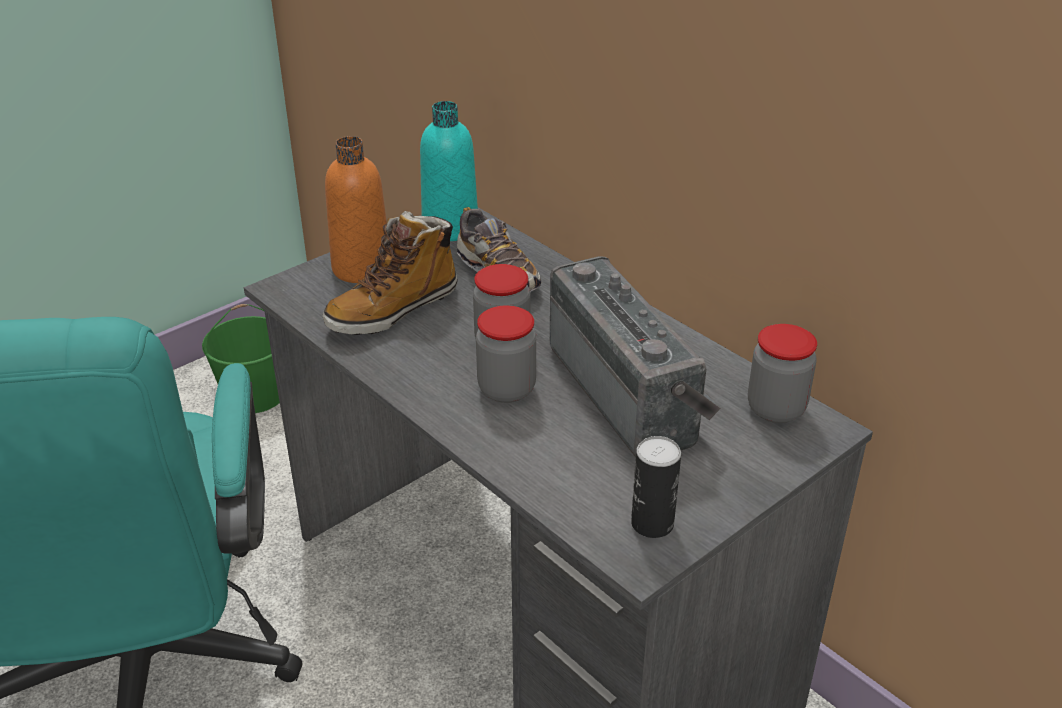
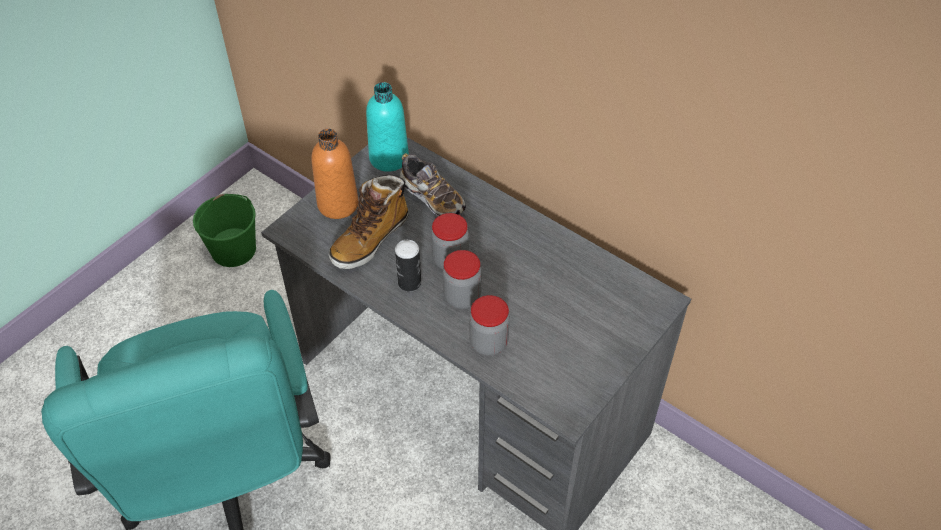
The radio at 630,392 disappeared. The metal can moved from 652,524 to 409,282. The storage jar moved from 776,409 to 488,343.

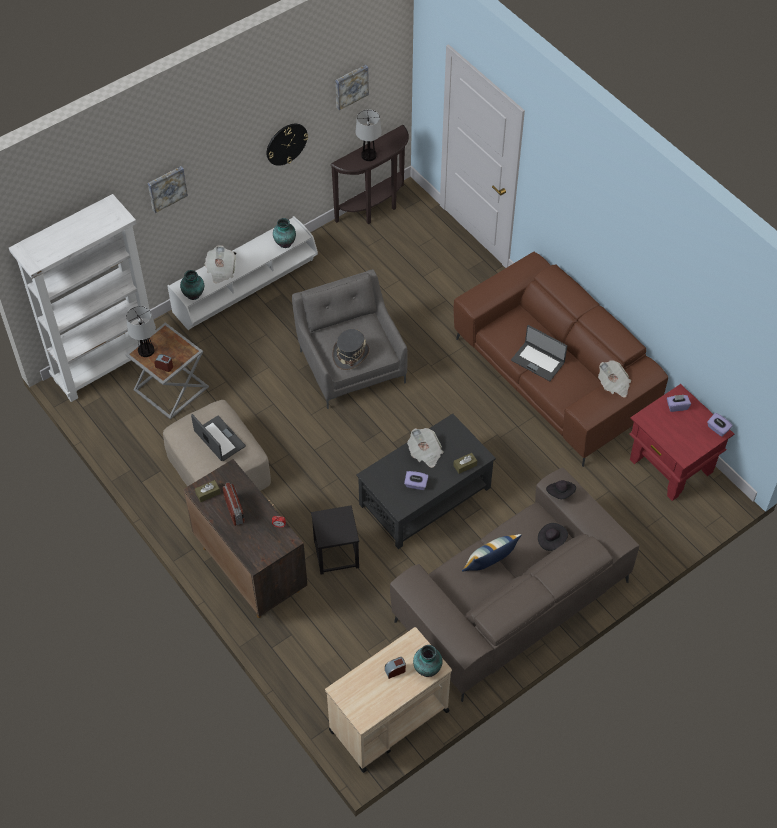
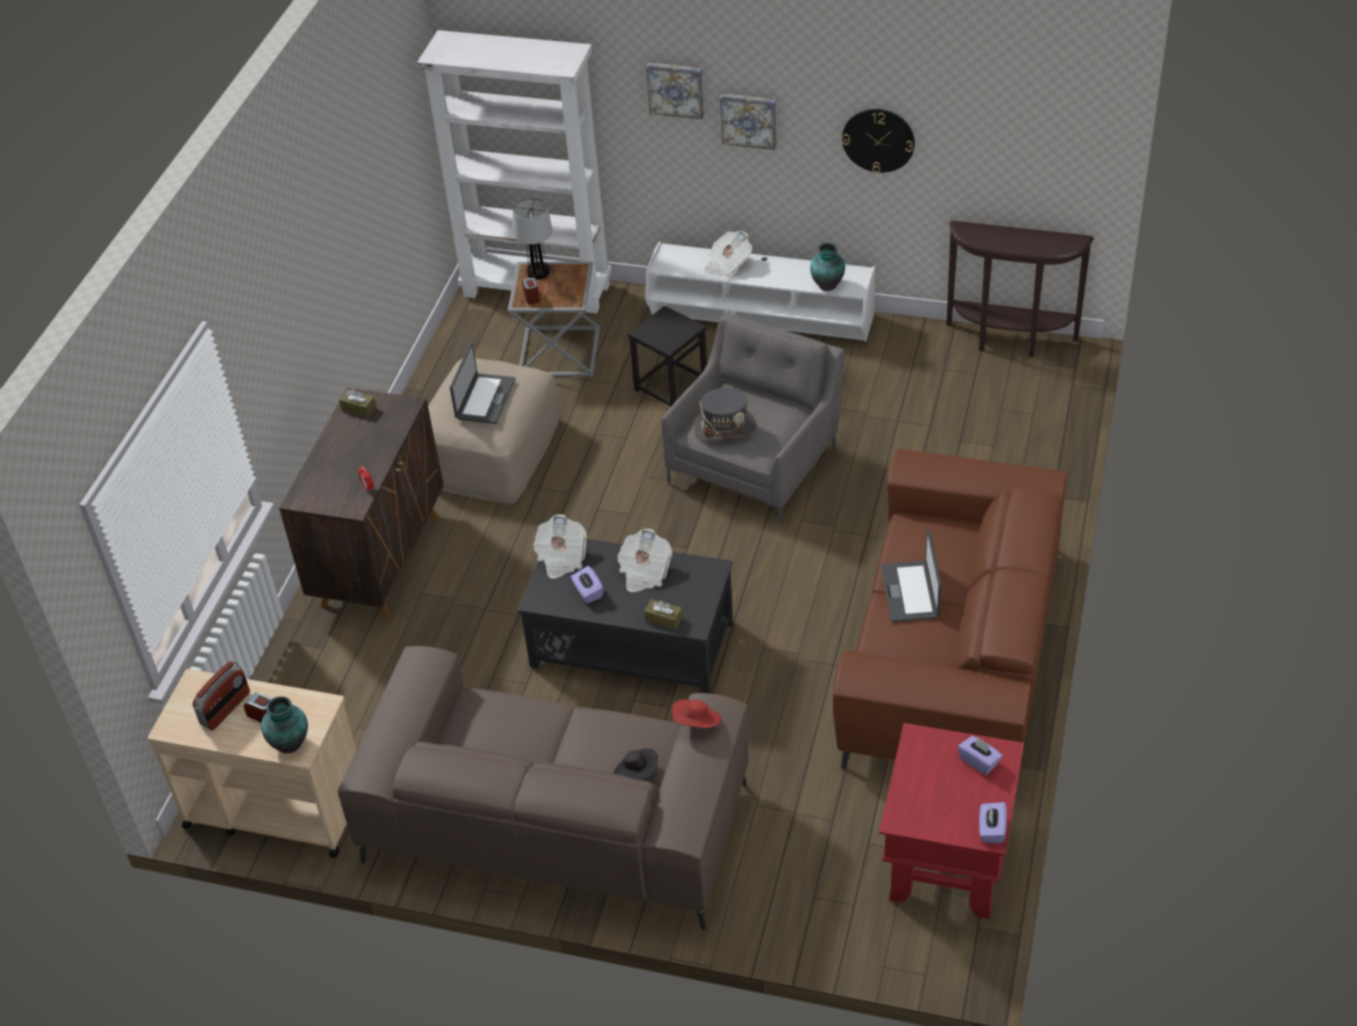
The flower vase at 194,295 disappeared. The lamp for a table at 368,155 disappeared. The throw pillow at 489,565 disappeared. The radio moved from 234,510 to 226,709. The black stool seat moved from 336,554 to 670,386. The picture moved from 350,86 to 749,120. The newspaper moved from 613,385 to 561,558. The black wearable hat at 560,493 became the red-coloured wearable hat at 697,723.

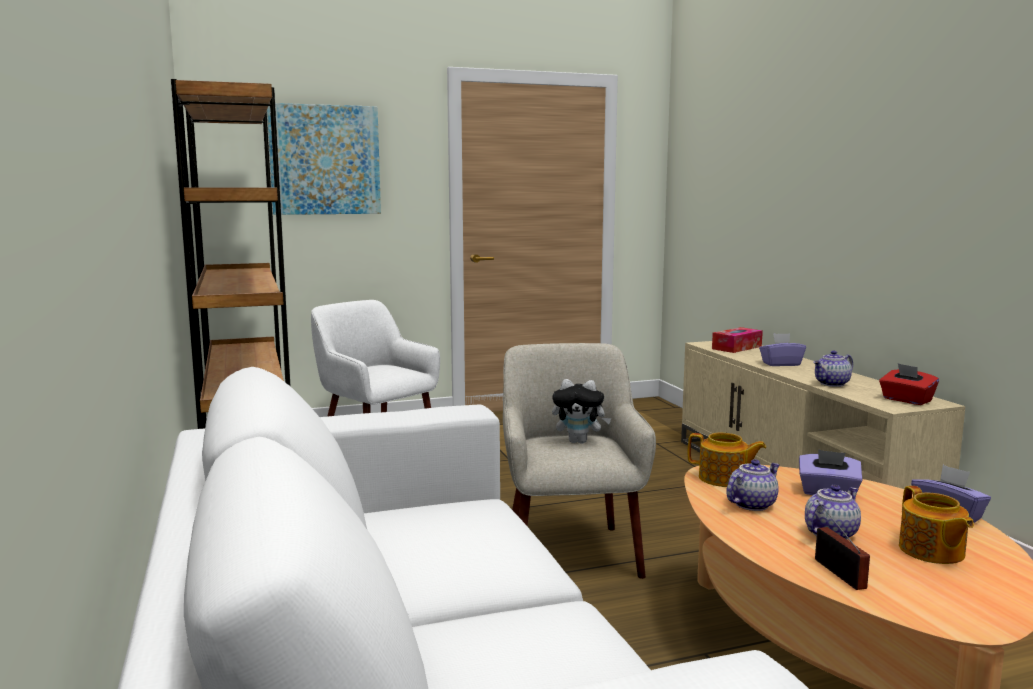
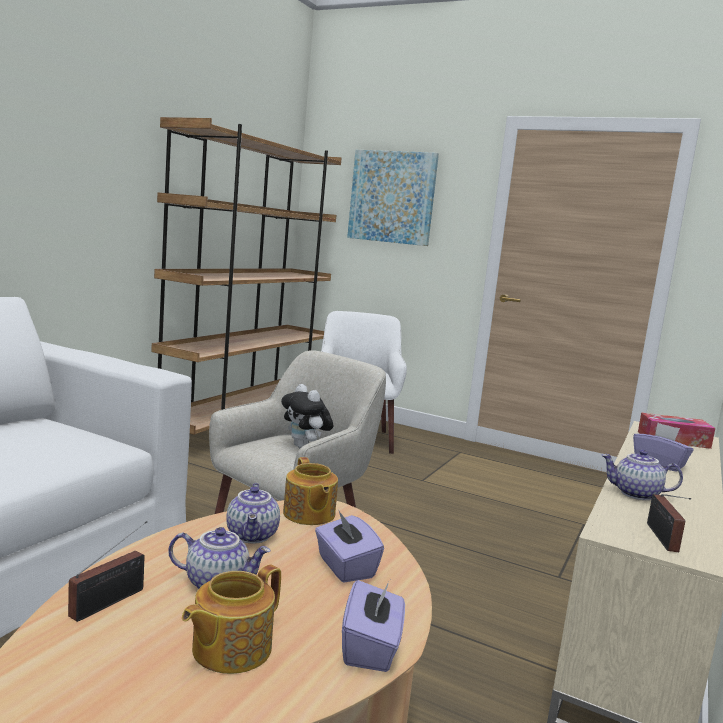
The red-coloured tissue box at 906,400 was replaced by the radio at 662,539. The tea pot at 751,504 turned 75 degrees clockwise.

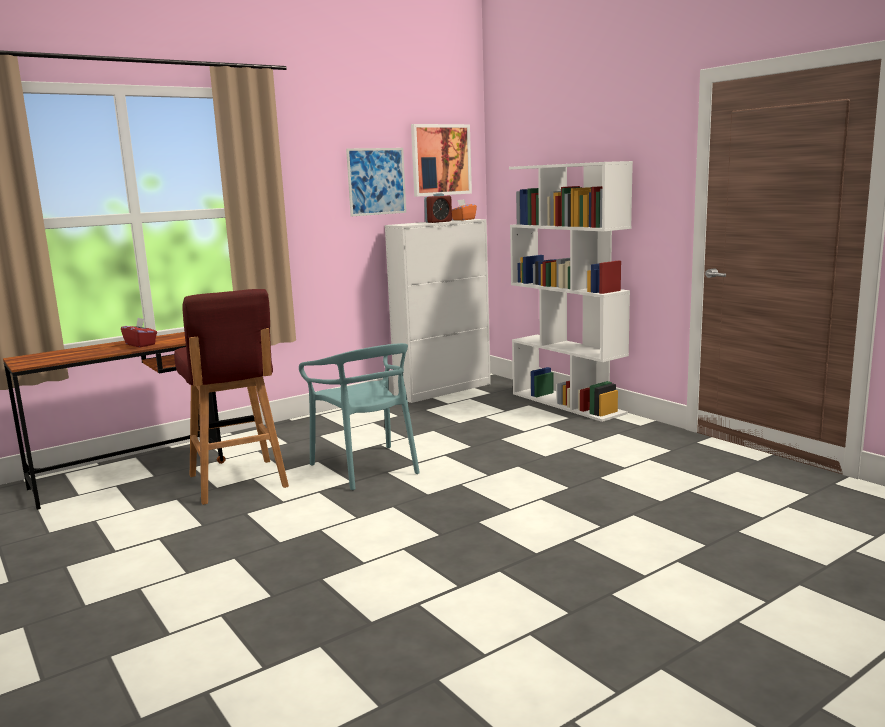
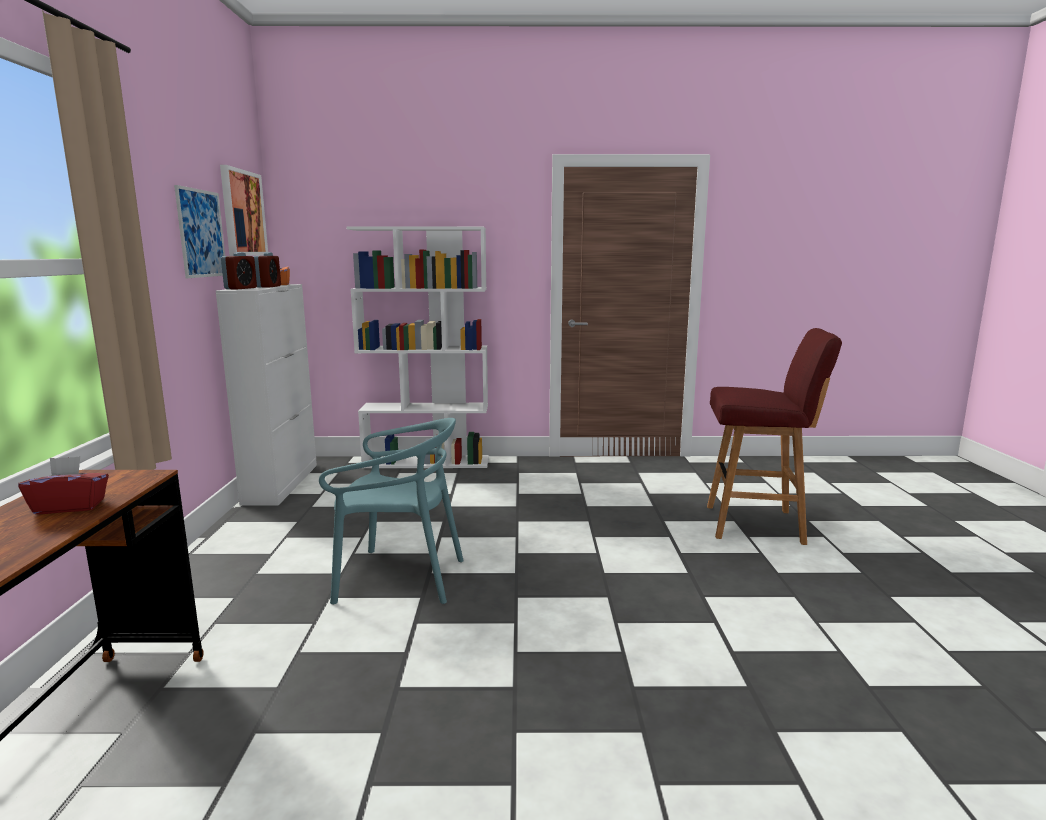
The bedside clock at 241,288 appeared. The red-coloured stool seat moved from 238,482 to 757,525.

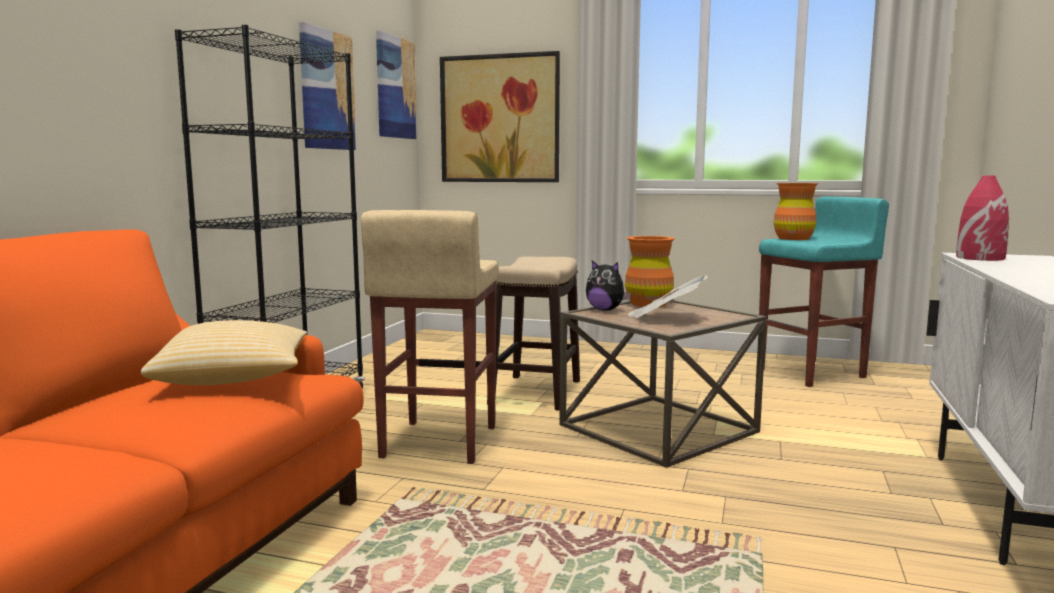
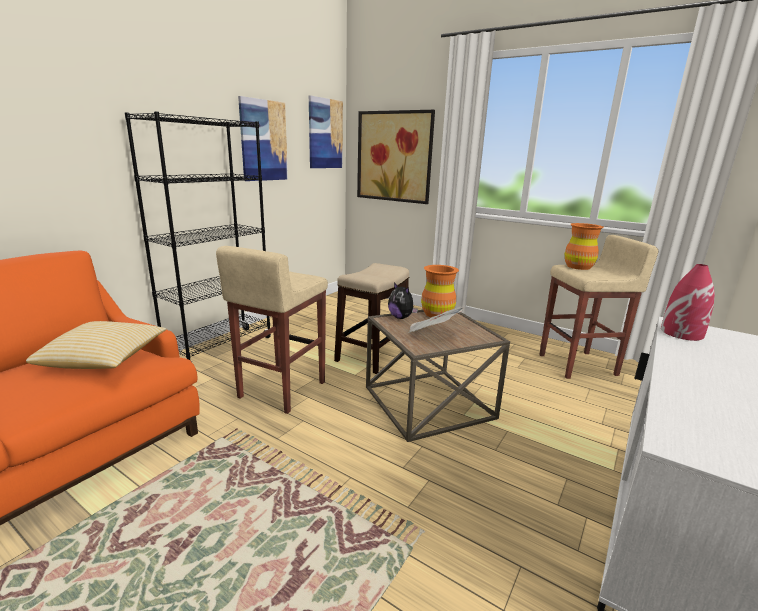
The turquoise-coloured stool seat at 813,373 became the beige-coloured stool seat at 579,365.

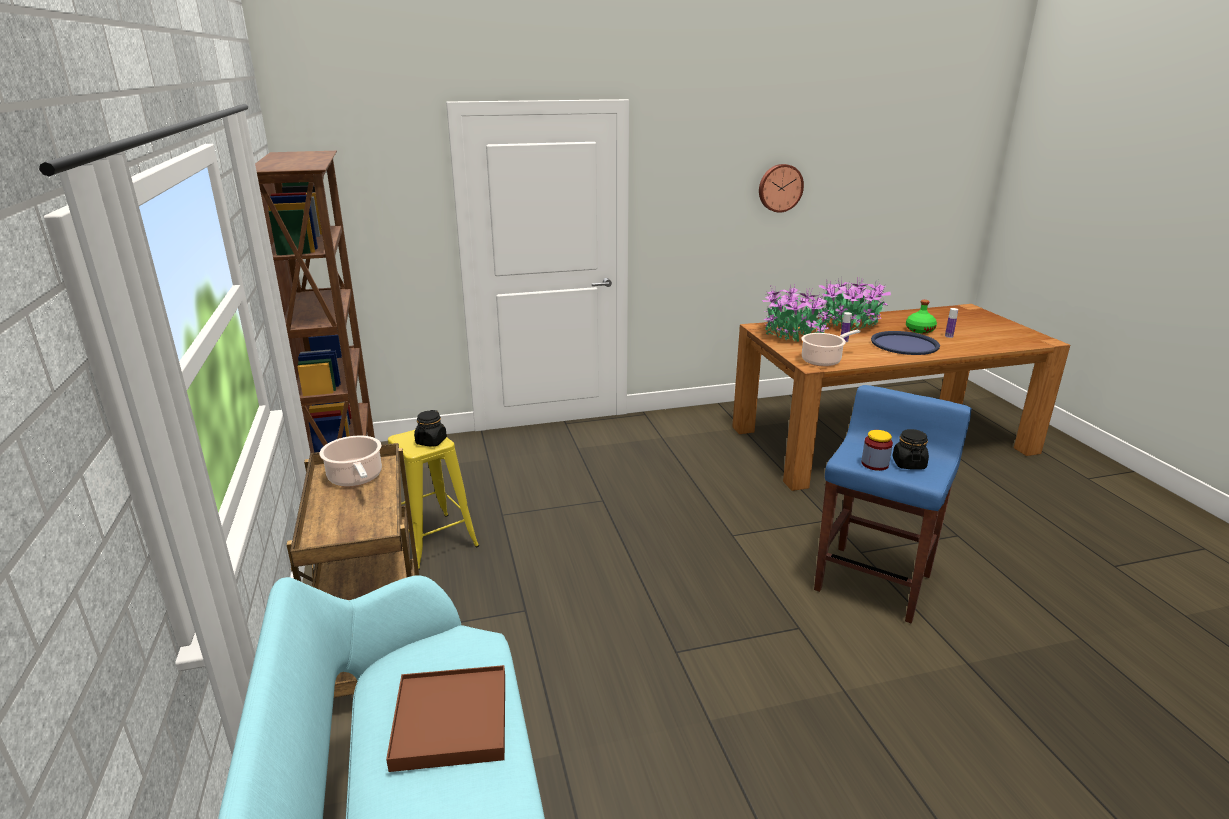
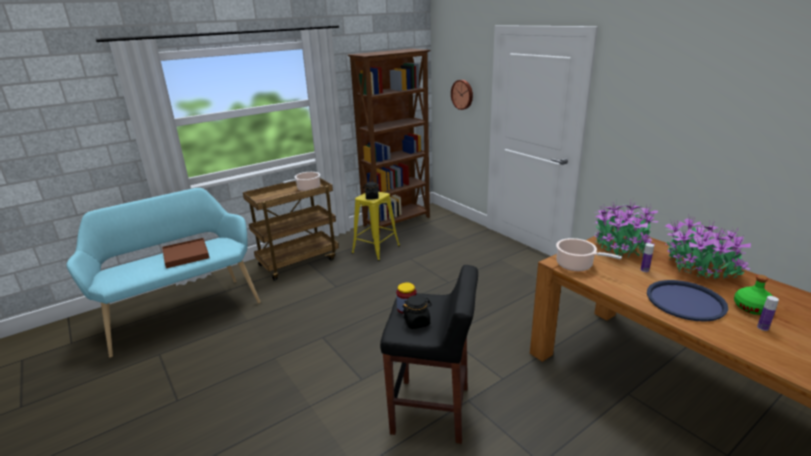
The hanging clock moved from 780,188 to 462,94. The blue stool seat at 874,581 became the black stool seat at 432,410.

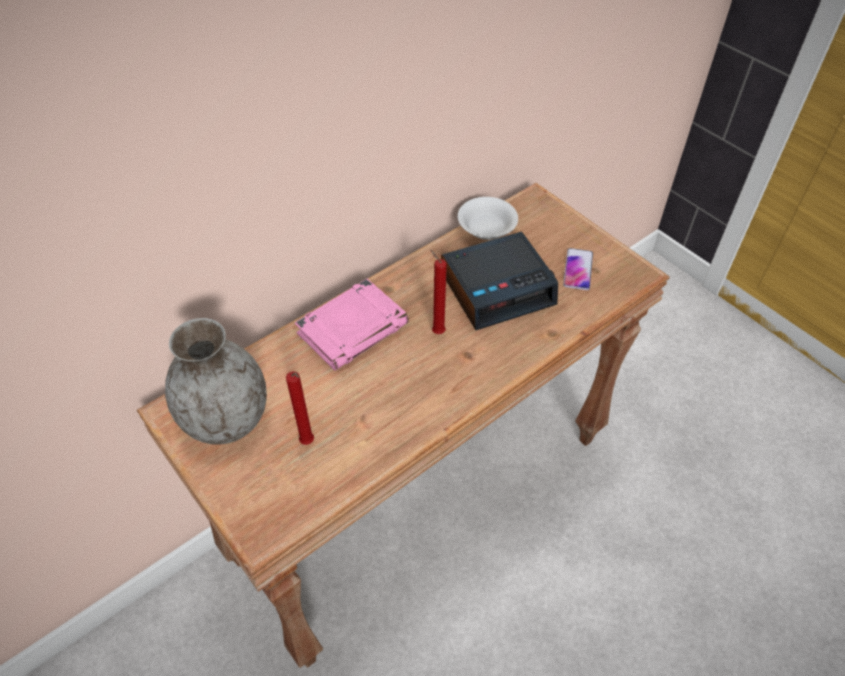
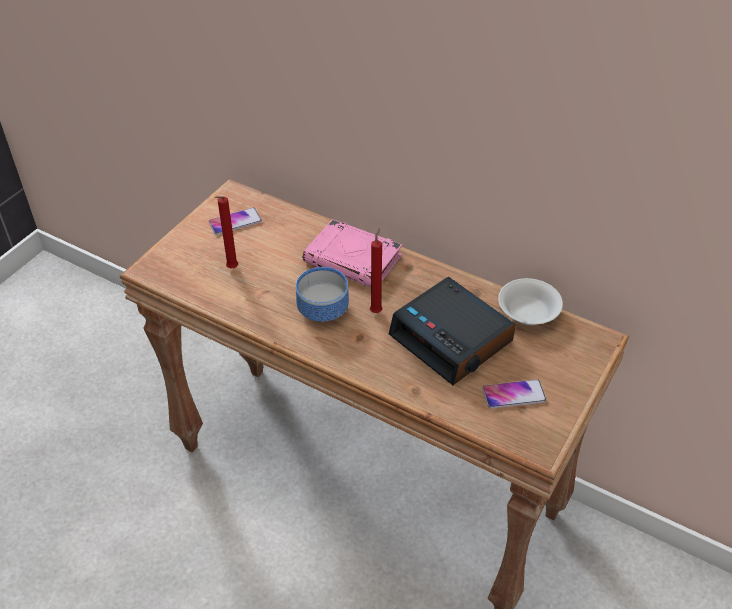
The serving bowl at 321,311 appeared. The gray flower vase at 226,420 was replaced by the phone at 235,222.

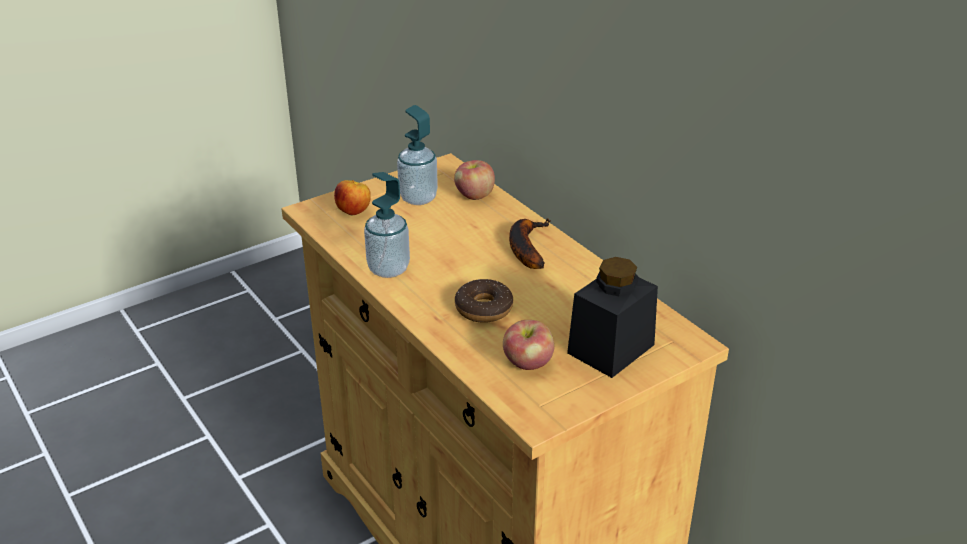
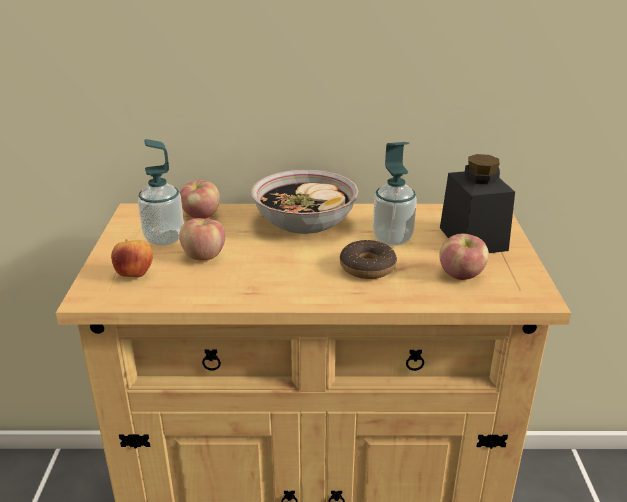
The apple at 203,256 appeared. The soap bottle moved from 388,269 to 392,238. The banana fruit at 525,247 was replaced by the serving bowl at 305,222.

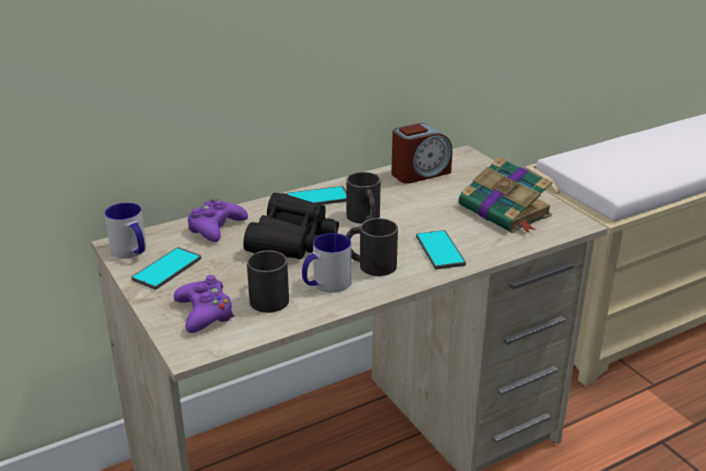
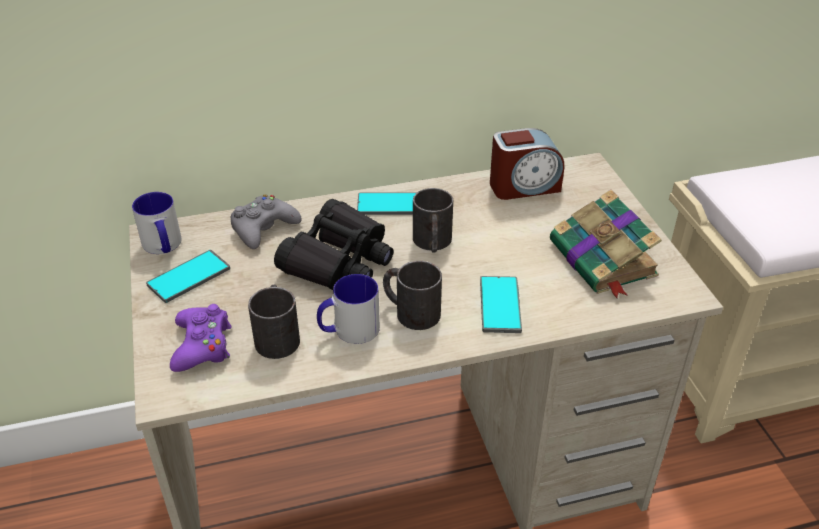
The purple-coloured gamepad at 216,228 became the gray gamepad at 263,228.

